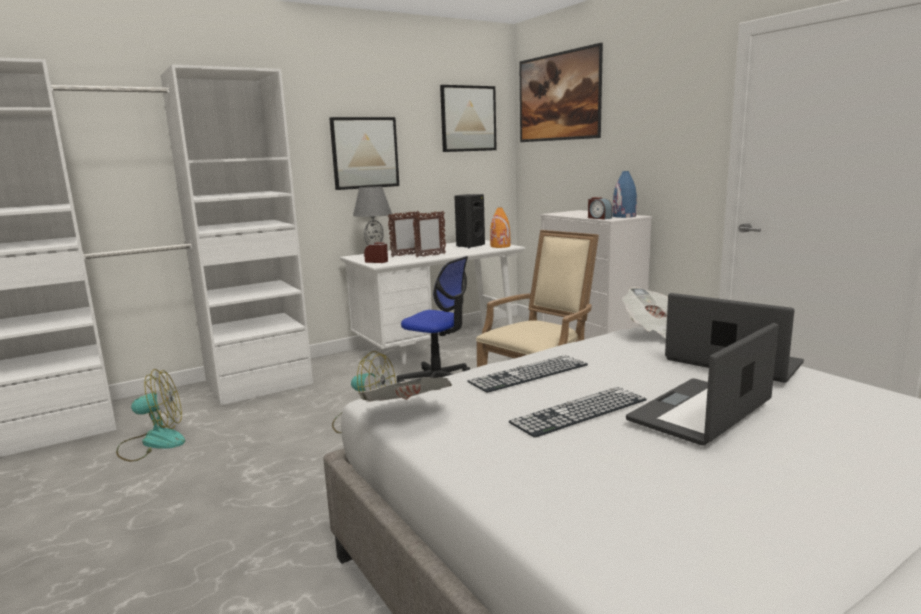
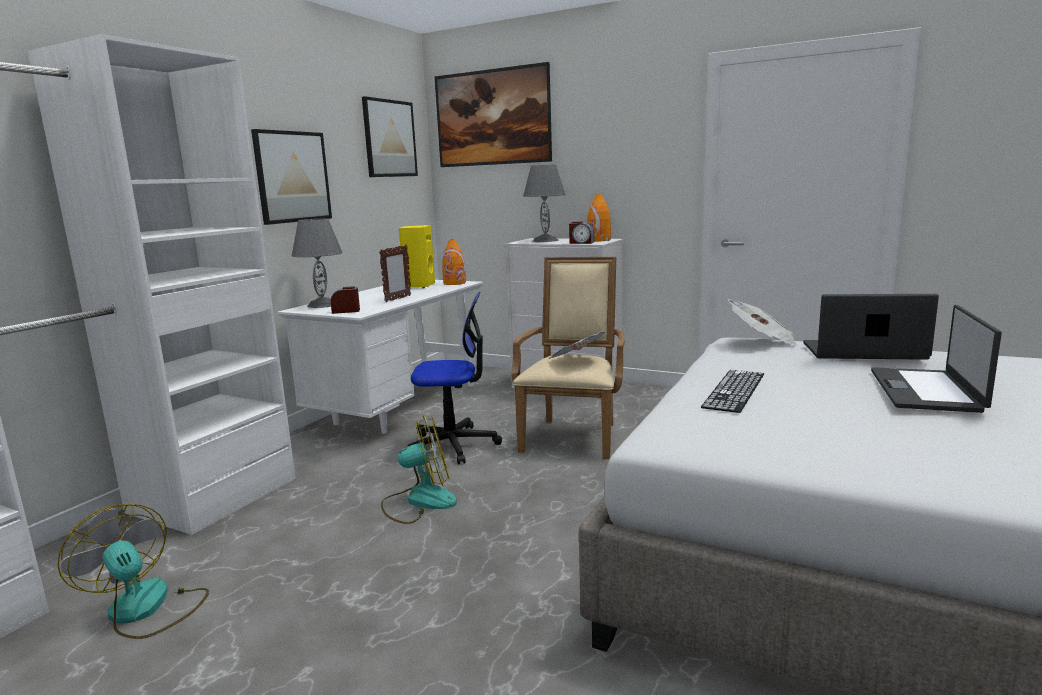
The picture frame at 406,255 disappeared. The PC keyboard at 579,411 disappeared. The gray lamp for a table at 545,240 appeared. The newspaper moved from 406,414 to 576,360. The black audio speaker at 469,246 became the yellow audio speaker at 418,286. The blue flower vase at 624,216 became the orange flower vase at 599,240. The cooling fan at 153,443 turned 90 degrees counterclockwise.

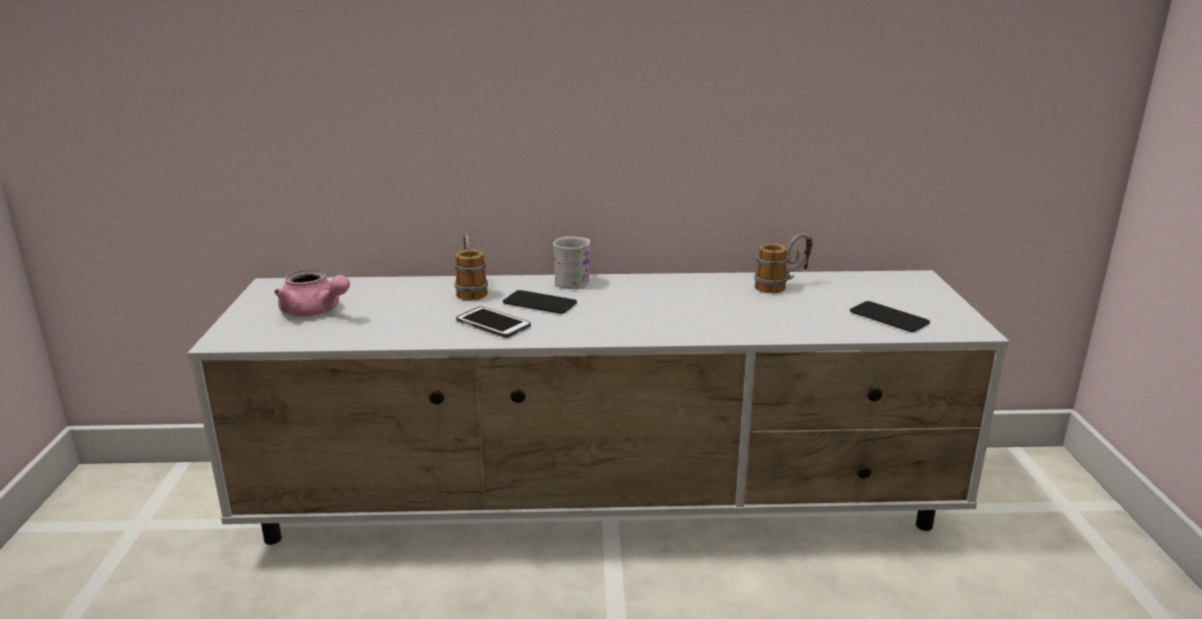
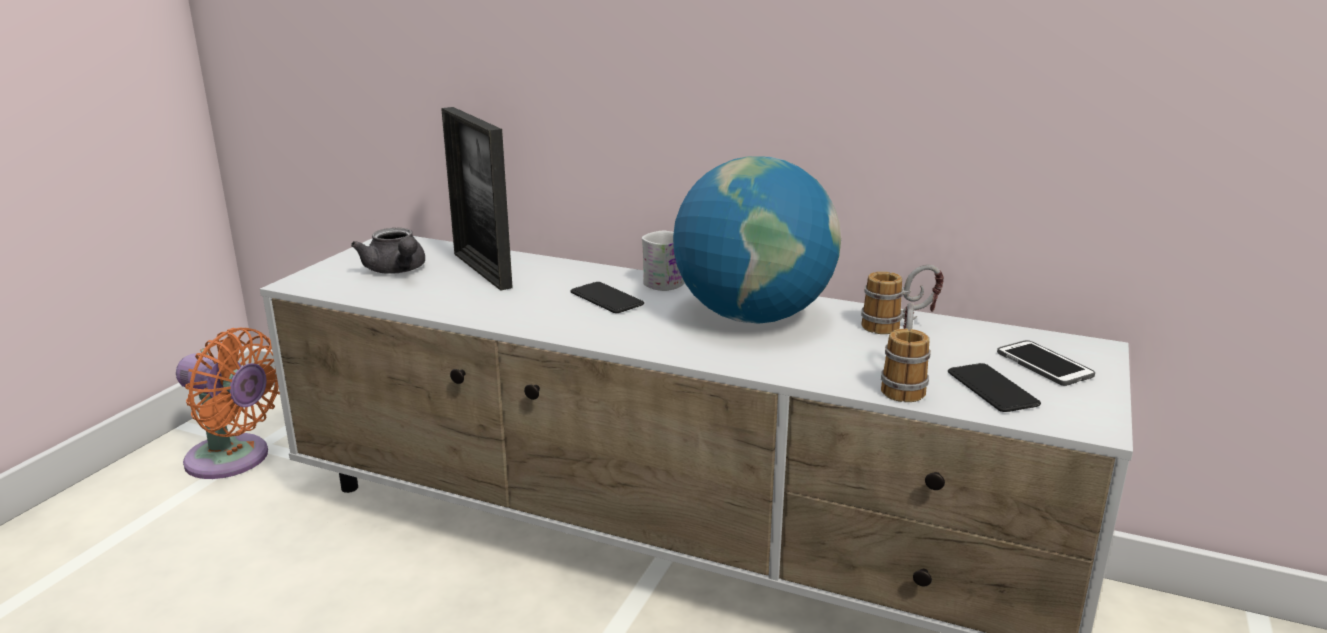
The orange cooling fan at 233,460 appeared. The picture frame at 482,270 appeared. The desk globe at 752,316 appeared. The mug moved from 470,289 to 903,383. The phone moved from 493,324 to 1044,365. The pinkish tea pot at 315,312 became the gray tea pot at 397,271.

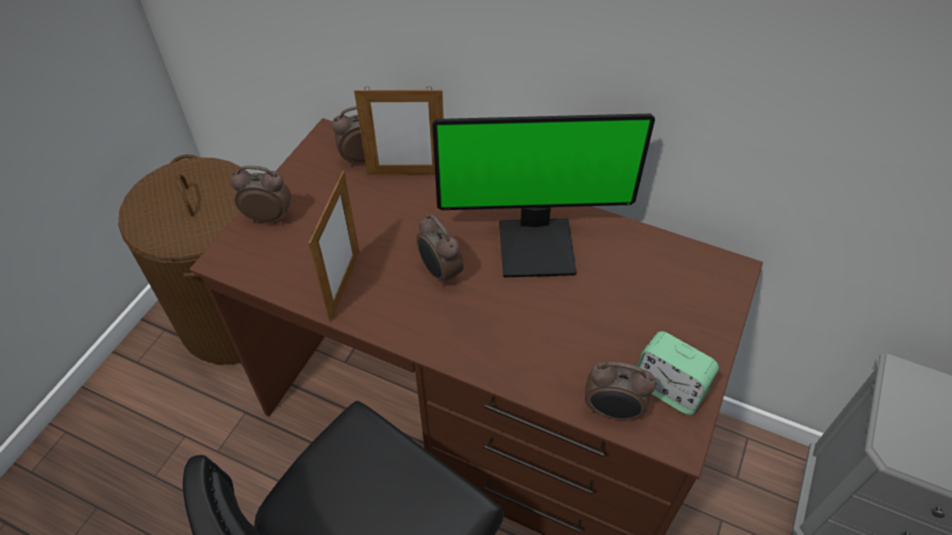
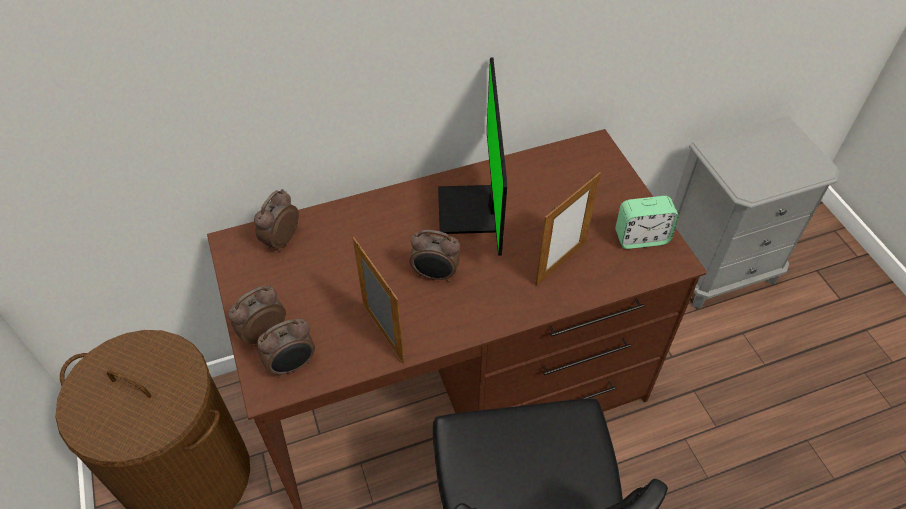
The picture frame moved from 406,174 to 560,263. The bedside clock moved from 612,411 to 292,365. The computer display at 537,245 turned 135 degrees clockwise.

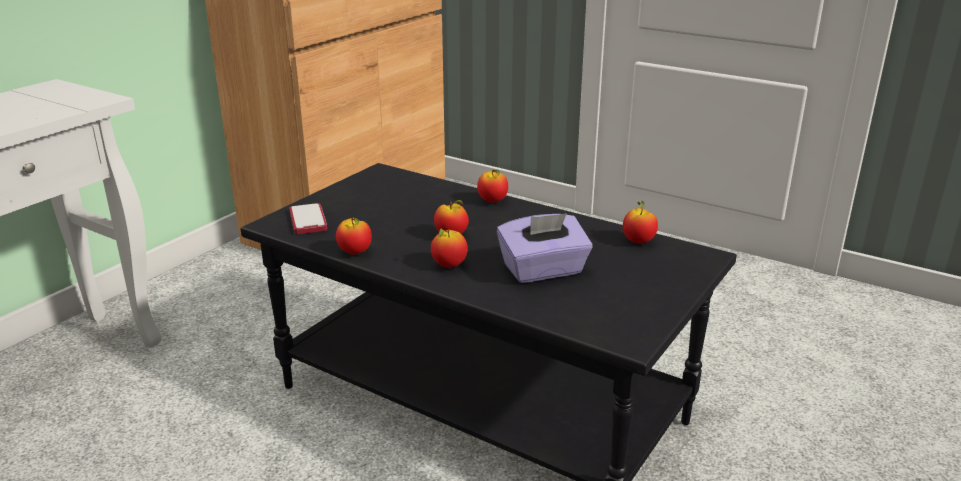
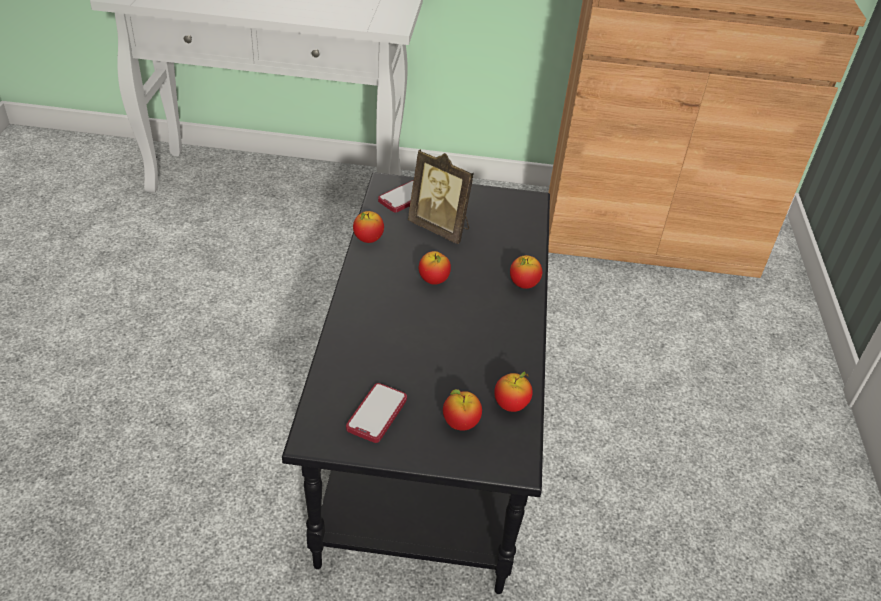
The purple-coloured tissue box at 543,270 disappeared. The phone at 377,414 appeared. The picture frame at 441,228 appeared. The apple moved from 449,265 to 460,423.

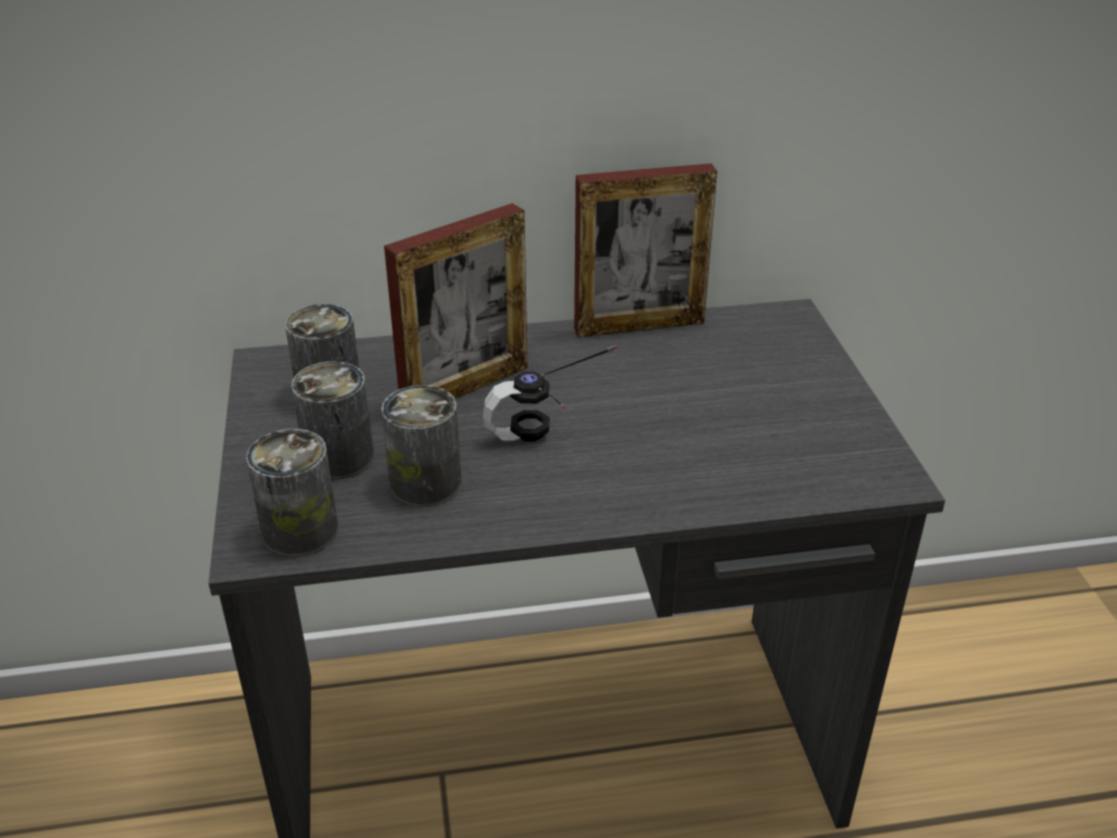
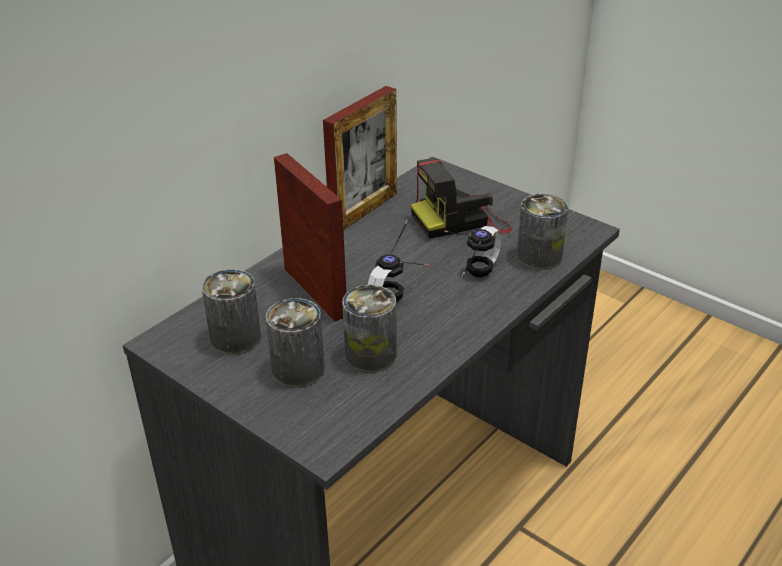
The still camera at 461,220 appeared. The headset at 462,279 appeared. The metal can moved from 300,531 to 539,256. The picture frame at 465,387 turned 45 degrees counterclockwise.

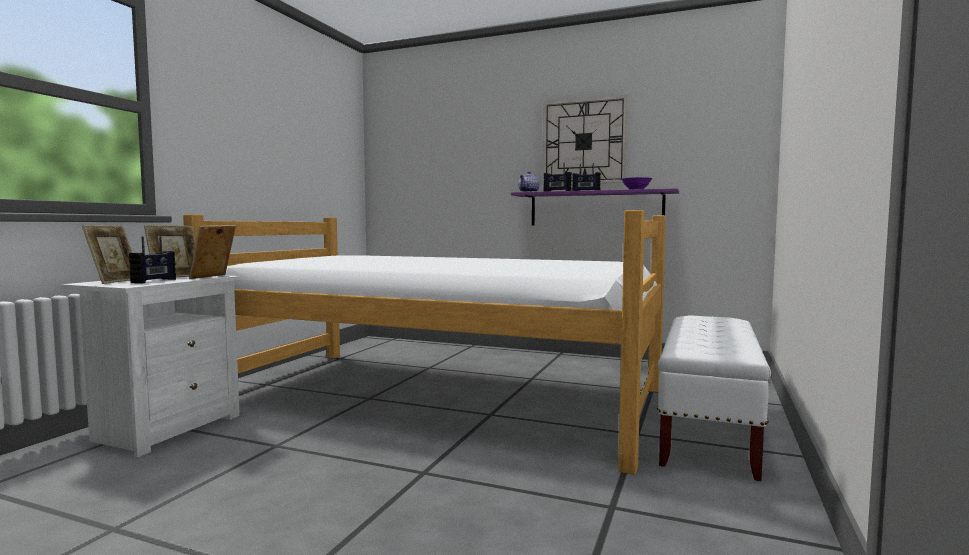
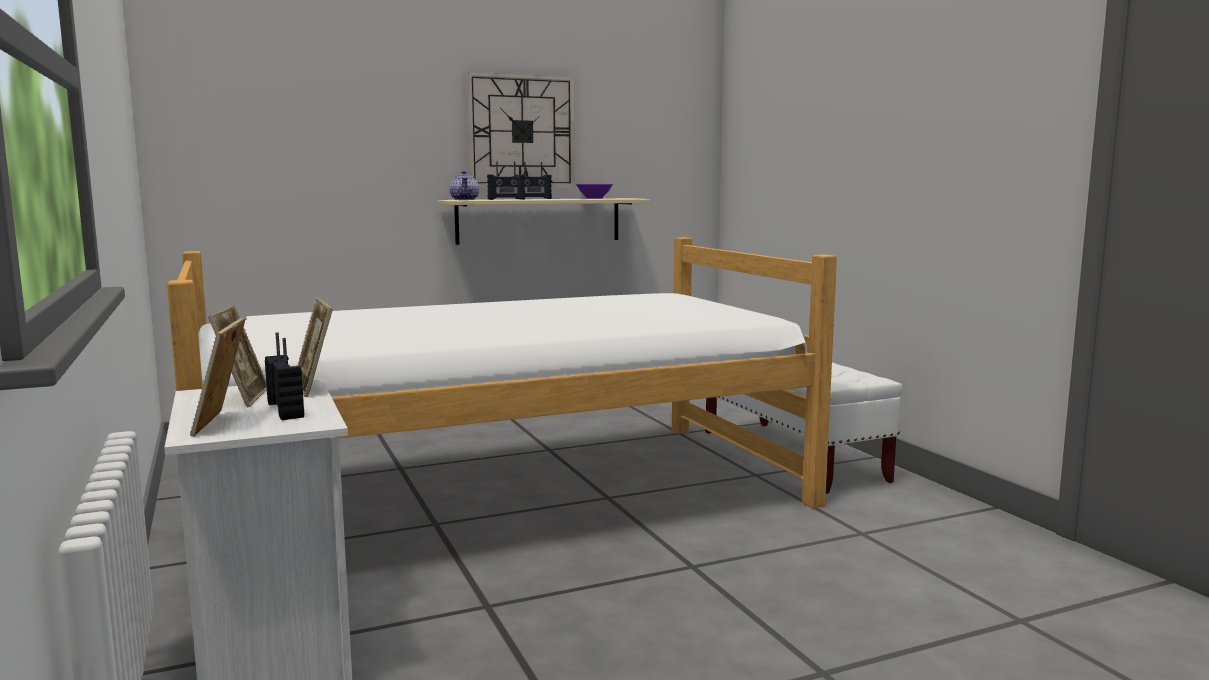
The purple-coloured bracket shelf at 595,209 became the beige-coloured bracket shelf at 539,220. The picture frame at 114,281 turned 150 degrees counterclockwise.

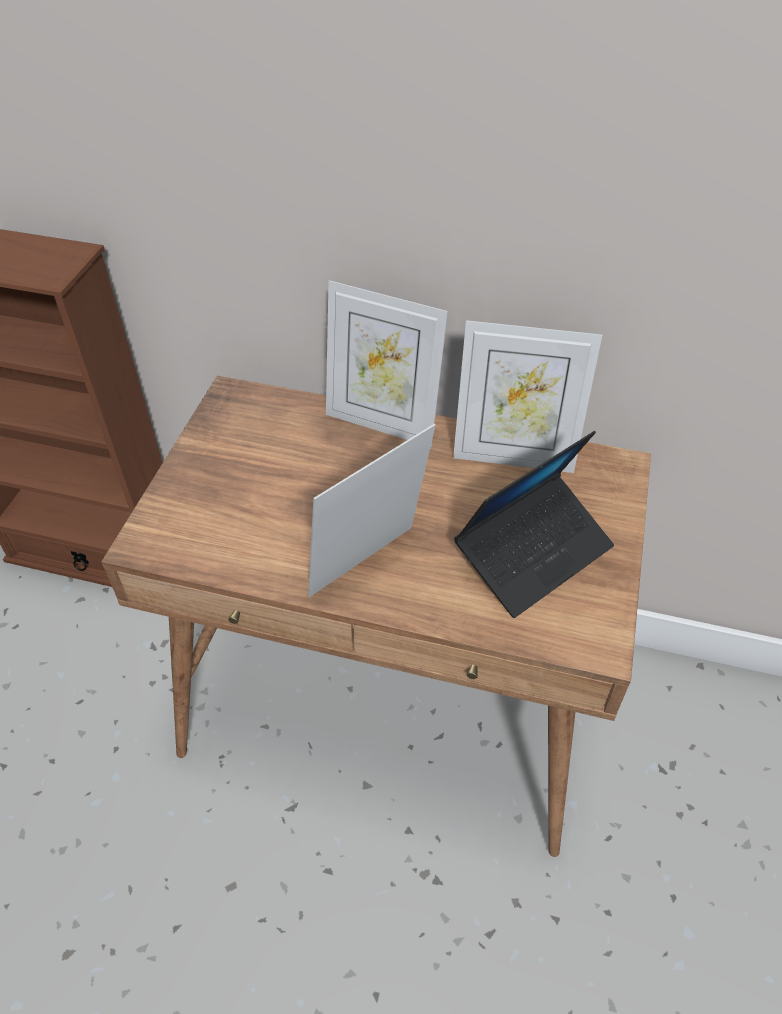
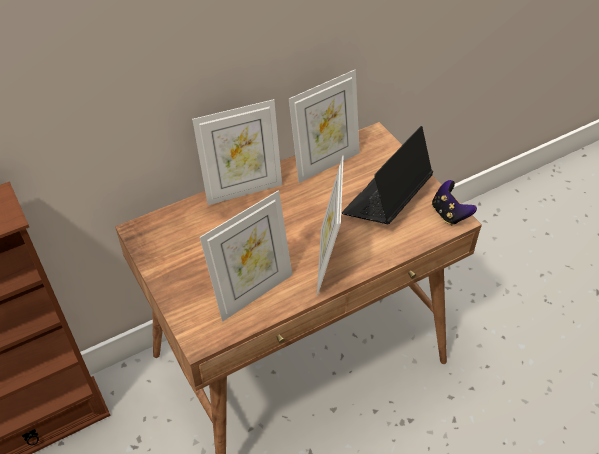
The picture frame at 252,292 appeared. The gamepad at 449,214 appeared. The notebook computer at 533,553 turned 150 degrees counterclockwise.

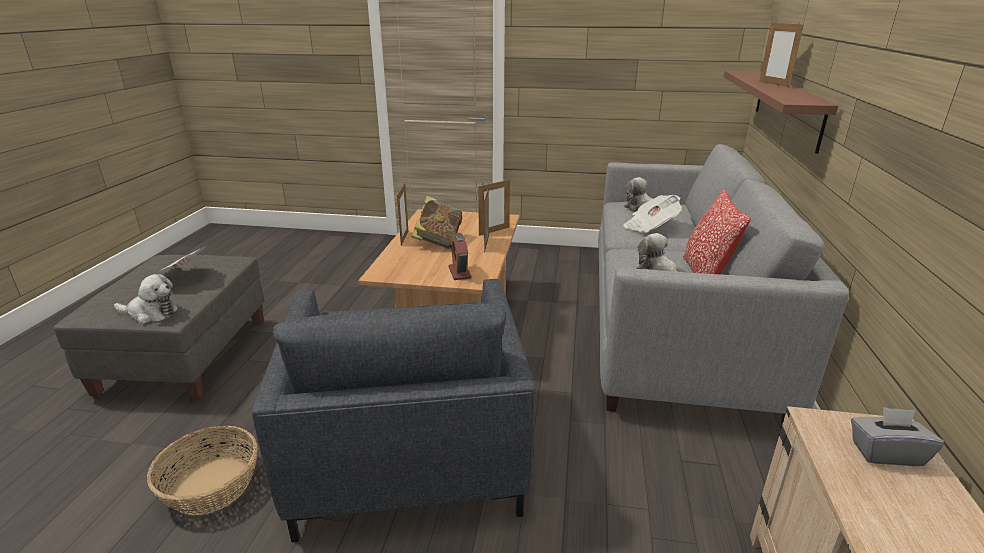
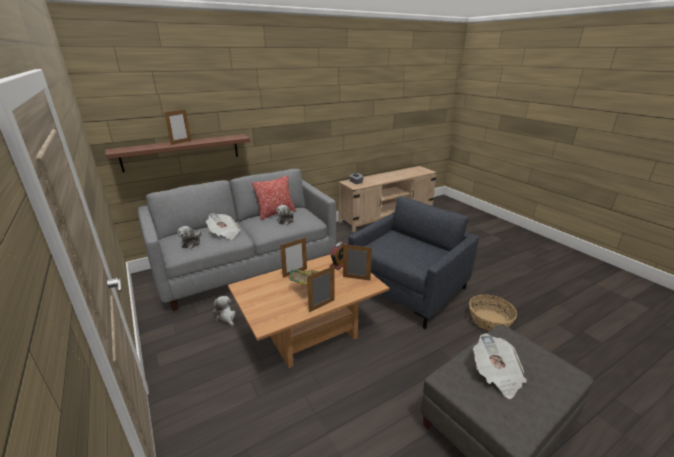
The cuddly toy moved from 150,313 to 226,317. The picture frame moved from 494,231 to 356,278.

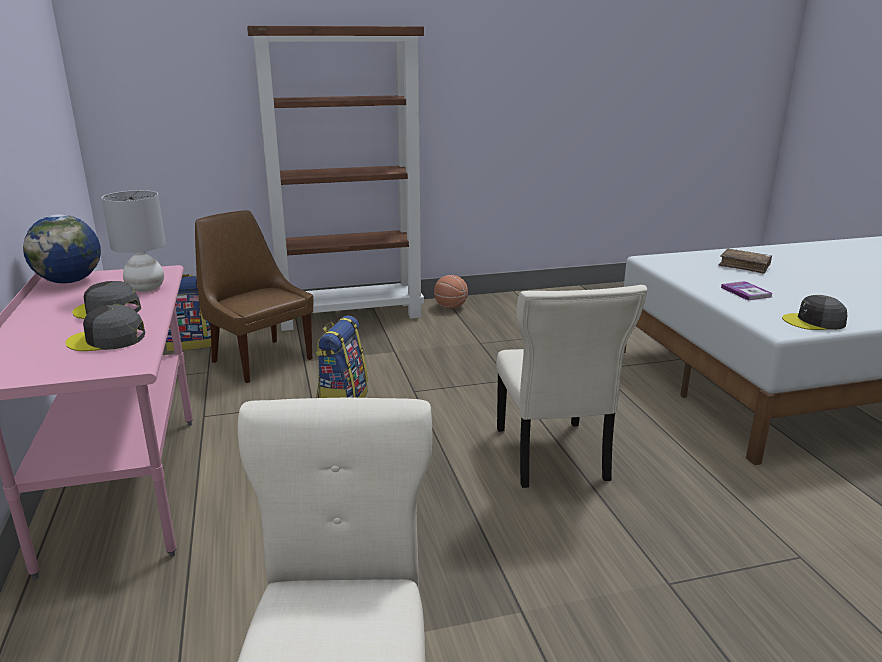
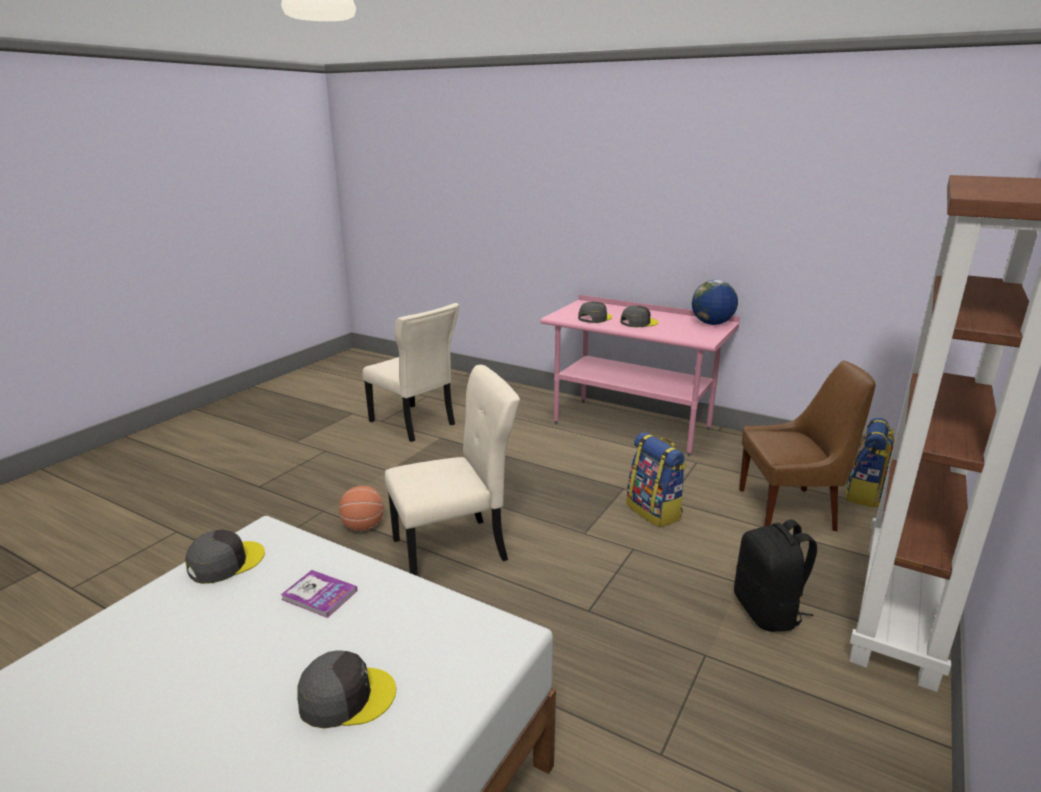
The gray lamp for a table at 145,288 disappeared. The black knapsack at 768,612 appeared. The basketball moved from 450,307 to 363,526. The brown bound book at 744,266 was replaced by the gray baseball cap at 346,696. The beige-coloured upright chair at 552,457 turned 120 degrees clockwise.

